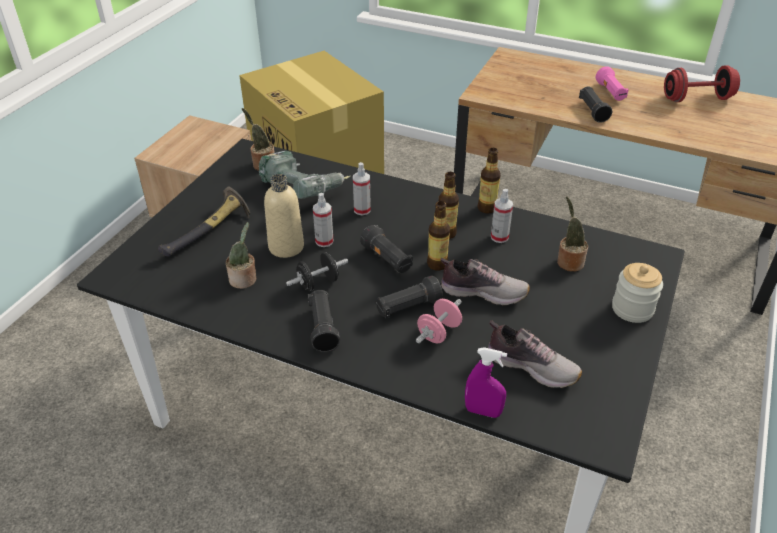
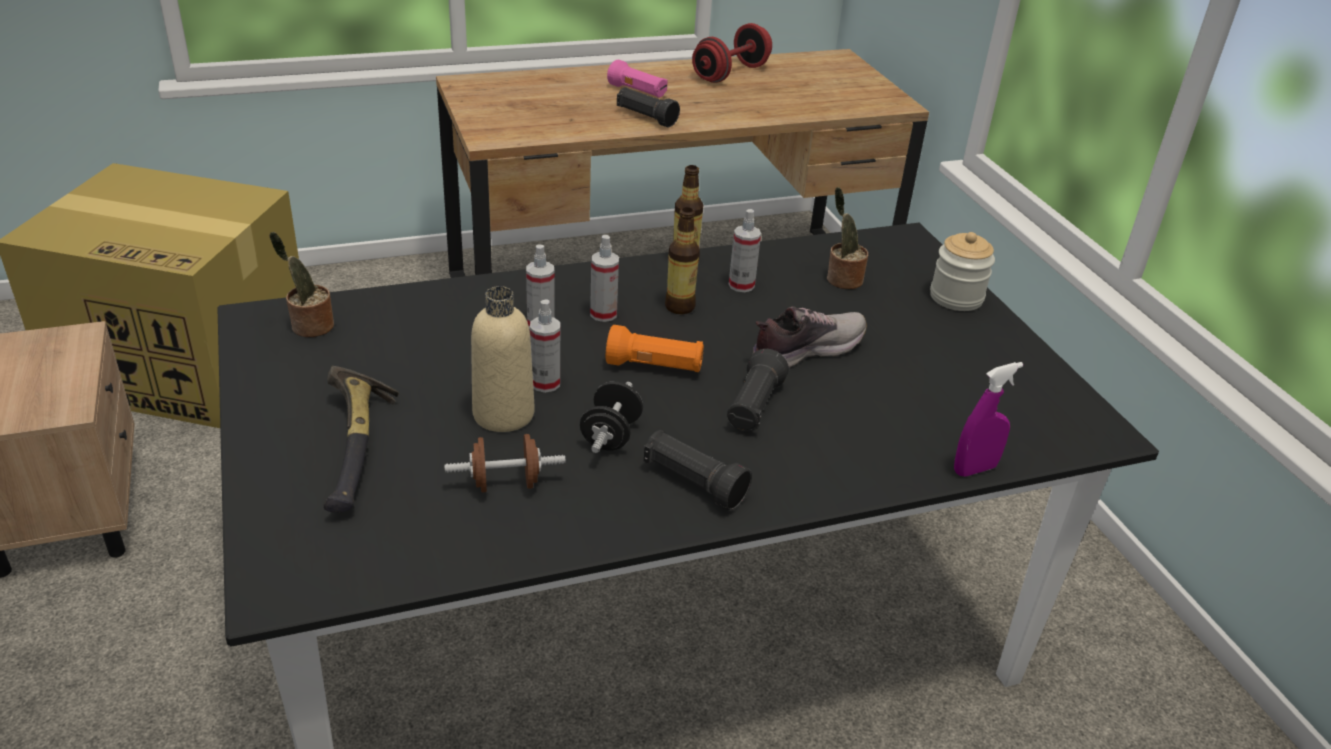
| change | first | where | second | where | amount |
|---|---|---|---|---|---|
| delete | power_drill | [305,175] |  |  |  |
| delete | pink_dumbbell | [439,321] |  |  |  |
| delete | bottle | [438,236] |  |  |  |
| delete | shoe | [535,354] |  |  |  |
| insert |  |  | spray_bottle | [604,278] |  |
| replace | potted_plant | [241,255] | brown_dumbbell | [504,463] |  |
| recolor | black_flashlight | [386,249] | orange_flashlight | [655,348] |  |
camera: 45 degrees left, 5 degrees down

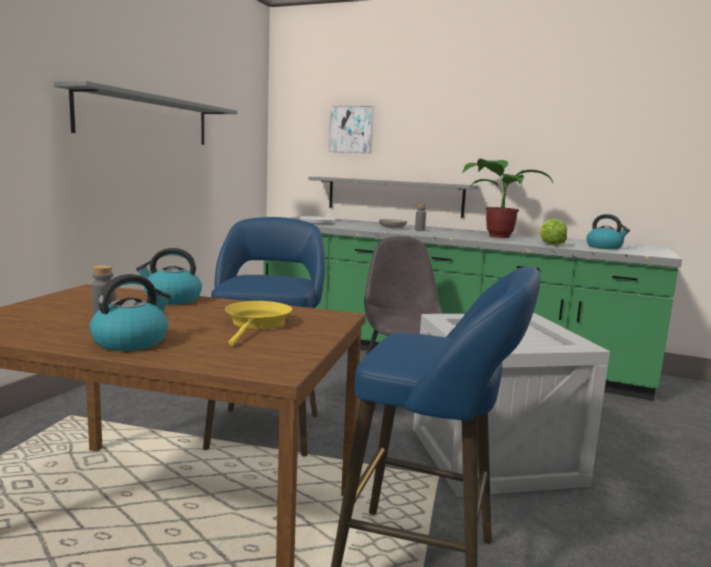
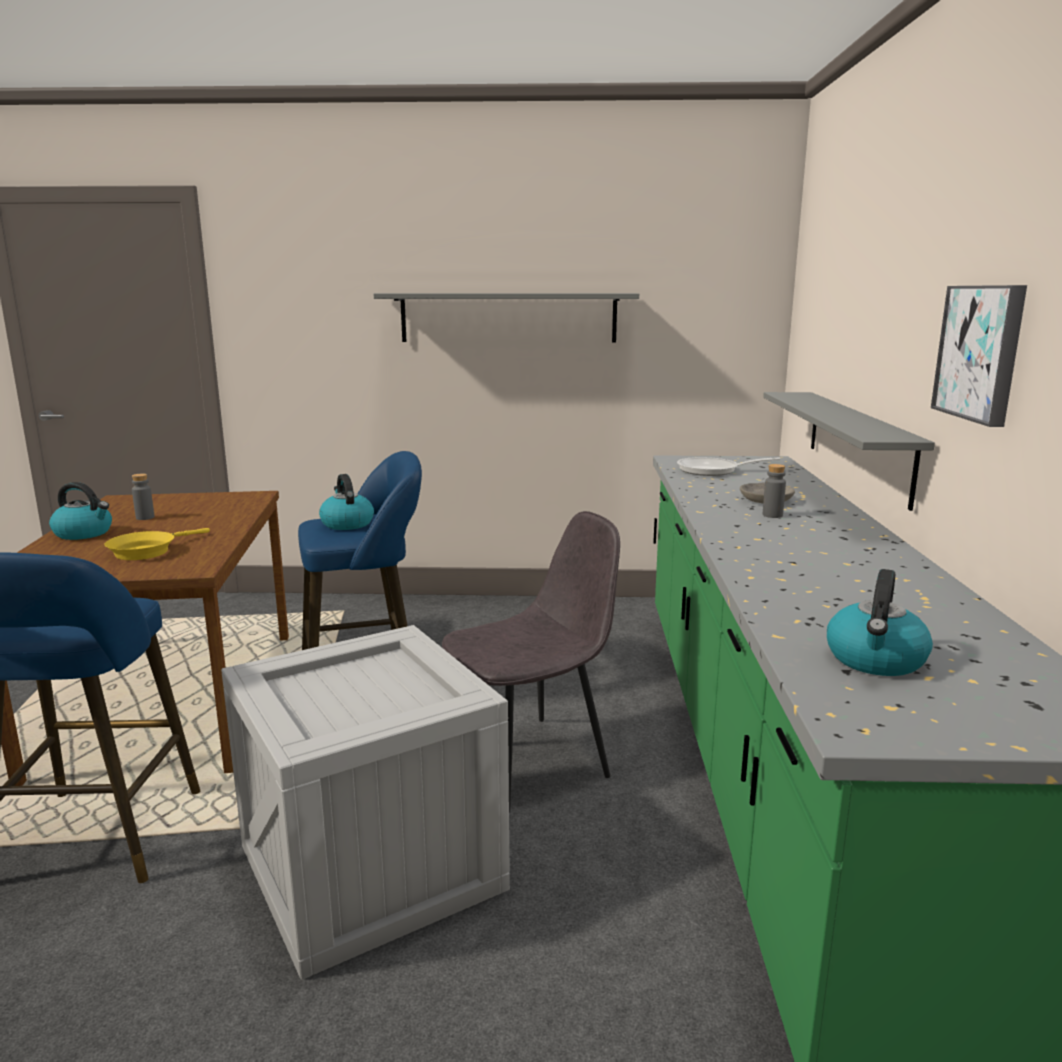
| change | first | where | second | where | amount |
|---|---|---|---|---|---|
| delete | potted_plant | [507,198] |  |  |  |
| delete | lettuce | [553,232] |  |  |  |
| move | kettle | [169,276] |  | [346,502] |  |
| move | picture | [351,129] |  | [979,356] |  |
| rotate | yellow_frying_pan | [258,323] |  | [157,544] | 135 degrees clockwise |
camera: 70 degrees right, 5 degrees up

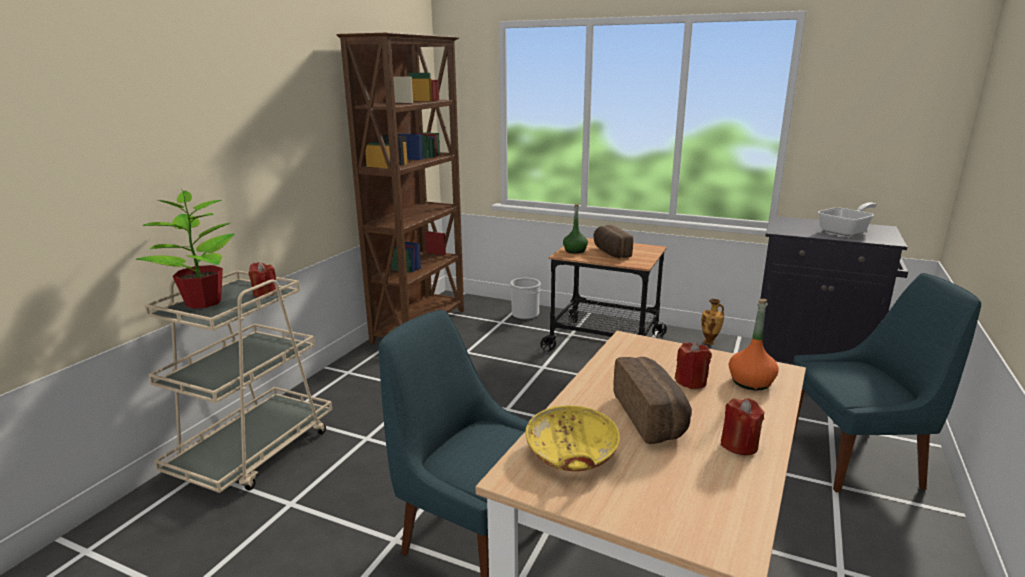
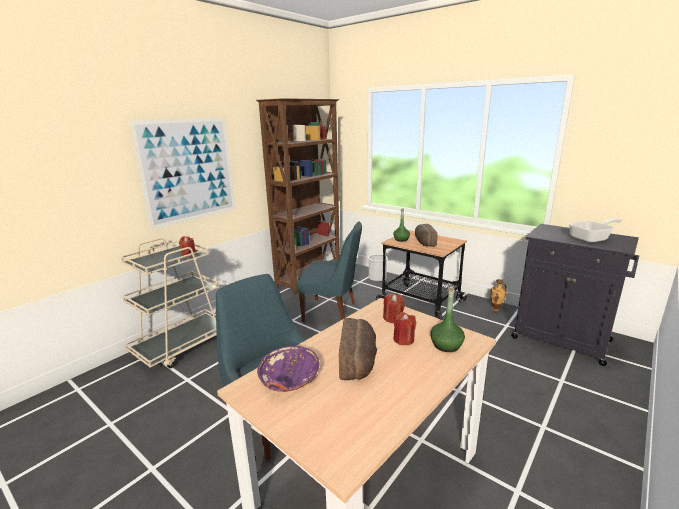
| change | first | where | second | where | amount |
|---|---|---|---|---|---|
| delete | potted_plant | [185,249] |  |  |  |
| insert |  |  | picture | [182,173] |  |
| move | red_candle | [743,426] |  | [394,308] |  |
| move | blue_chair | [887,382] |  | [329,271] |  |
| recolor | yellow_bowl | [572,438] | purple_bowl | [288,369] |  |
| recolor | orange_bottle | [754,344] | green_bottle | [447,320] |  |
camera: 15 degrees right, 0 degrees up

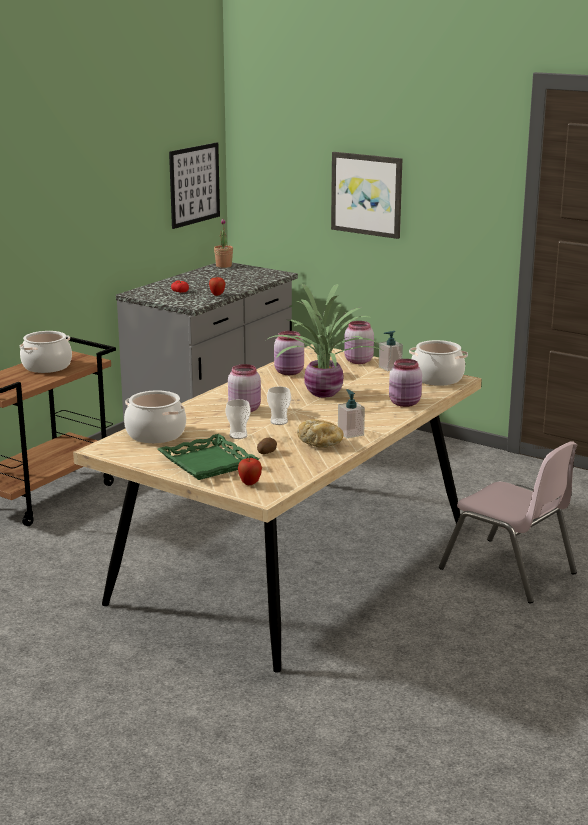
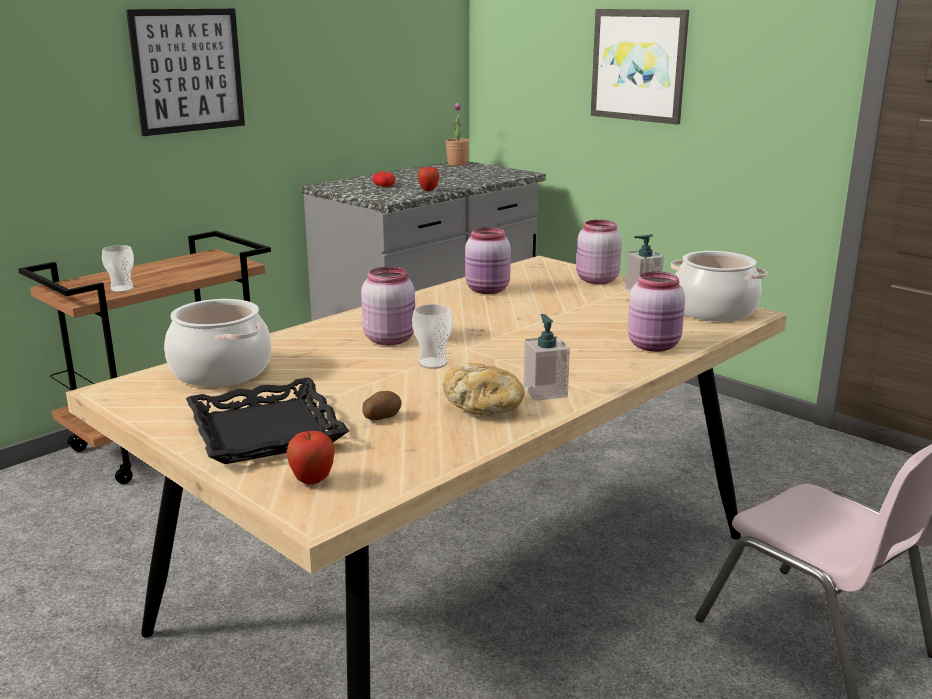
| change | first | where | second | where | amount |
|---|---|---|---|---|---|
| delete | cooking_pot | [46,352] |  |  |  |
| delete | potted_plant | [326,340] |  |  |  |
| move | picture | [194,186] |  | [185,72] |  |
| move | cup | [238,419] |  | [118,268] |  |
| recolor | green_tray | [208,457] | black_tray | [267,420] |  |
camera: 10 degrees right, 0 degrees up

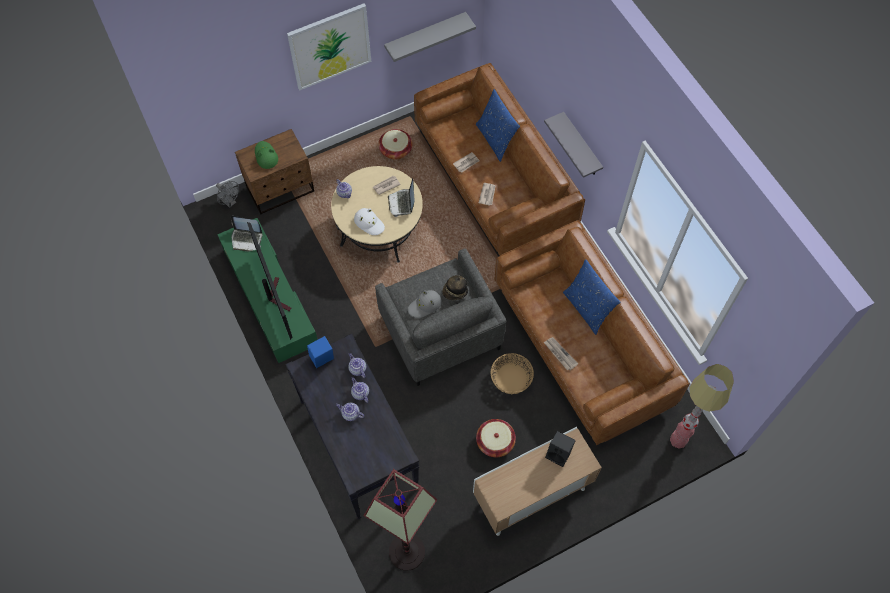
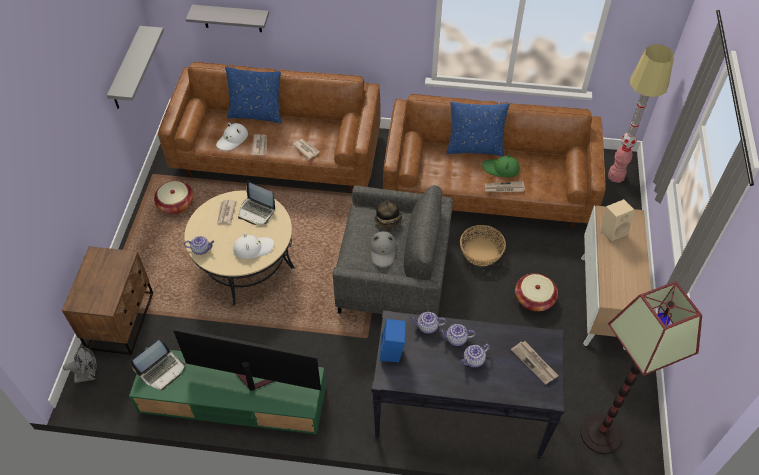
| change | first | where | second | where | amount |
|---|---|---|---|---|---|
| delete | picture | [329,46] |  |  |  |
| insert |  |  | white_hat | [232,137] |  |
| insert |  |  | newspaper | [535,363] |  |
| move | green_hat | [266,155] |  | [501,165] |  |
| move | grey_shelf | [573,145] |  | [227,18] |  |
| recolor | black_speaker | [560,449] | beige_speaker | [617,221] |  |
camera: 55 degrees left, 10 degrees down

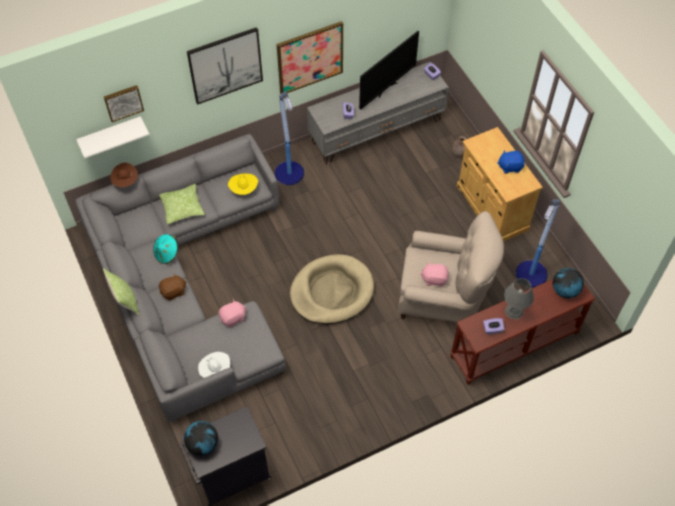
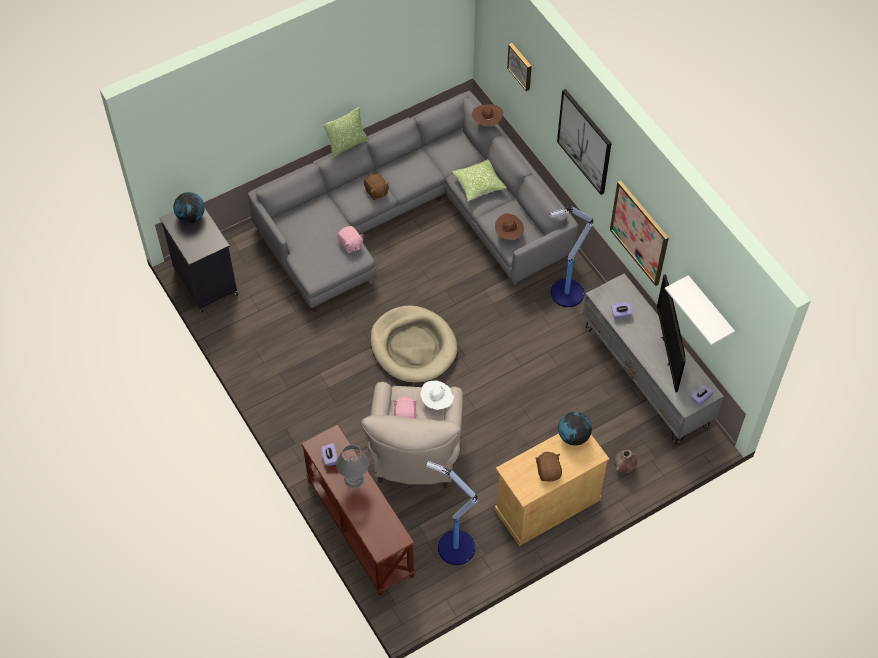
| change | first | where | second | where | amount |
|---|---|---|---|---|---|
| delete | turquoise_hat | [165,249] |  |  |  |
| move | white_shelf | [113,137] |  | [700,310] |  |
| move | white_hat | [214,365] |  | [437,395] |  |
| move | globe | [568,283] |  | [575,429] |  |
| recolor | yellow_hat | [243,184] | brown_hat | [509,227] |  |
| recolor | blue_plush_toy | [511,162] | brown_plush_toy | [548,467] |  |
| rotate | television | [389,70] |  | [671,333] | 45 degrees clockwise |
camera: 85 degrees right, 0 degrees up

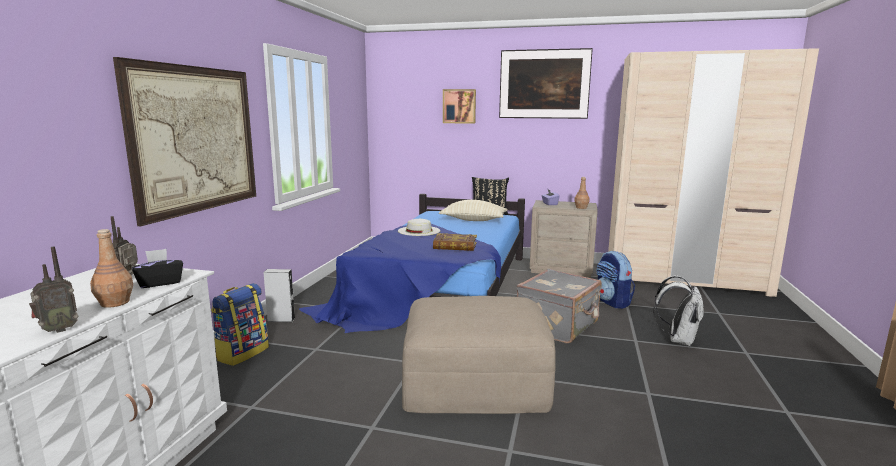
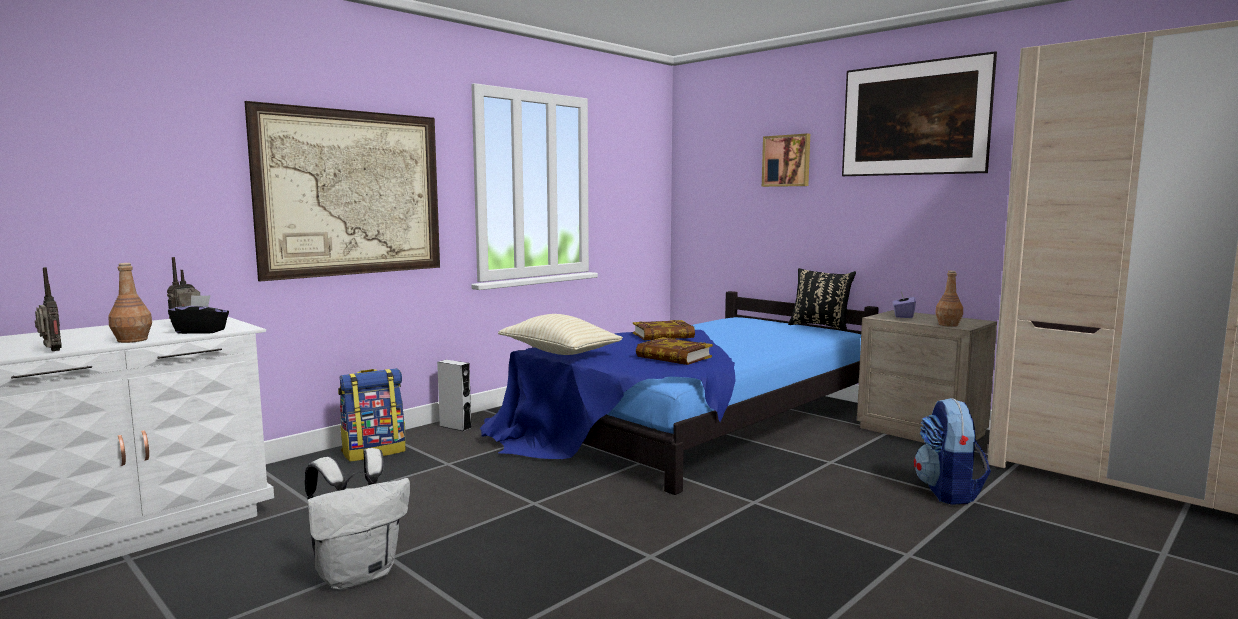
| change | first | where | second | where | amount |
|---|---|---|---|---|---|
| delete | beige_ottoman | [479,355] |  |  |  |
| delete | grey_suitcase | [559,306] |  |  |  |
| move | beige_pillow | [473,210] |  | [560,334] |  |
| move | white_backpack | [678,311] |  | [357,519] |  |
| replace | white_hat | [419,227] | book | [664,330] |  |
| rotate | radio | [54,290] |  | [48,309] | 120 degrees counterclockwise |
camera: 30 degrees right, 5 degrees down

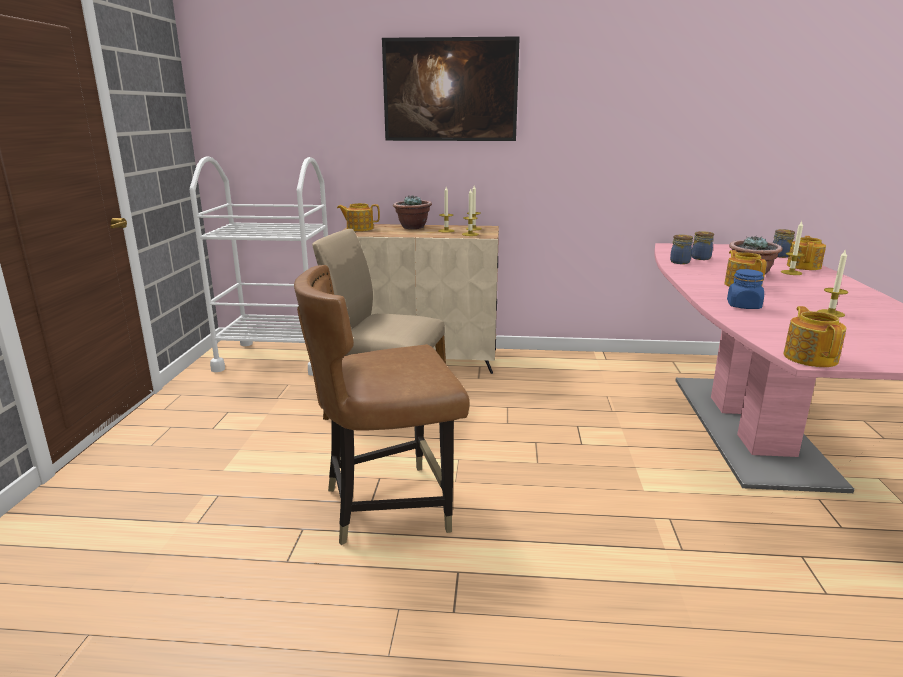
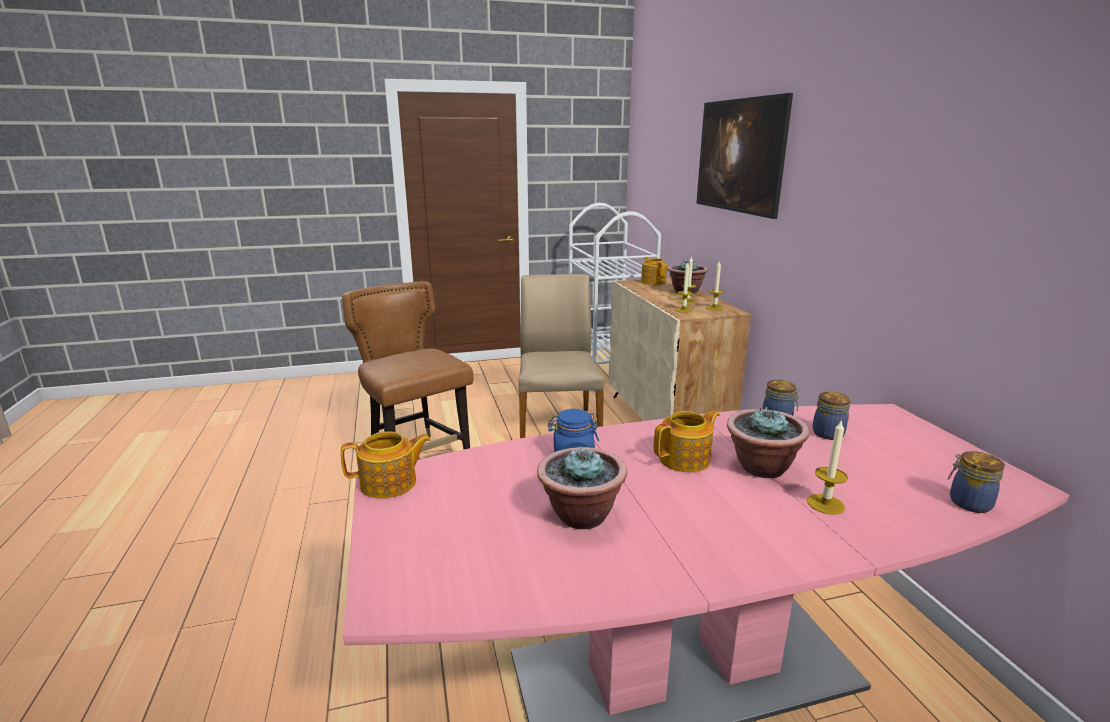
| change | first | where | second | where | amount |
|---|---|---|---|---|---|
| delete | teapot | [806,253] |  |  |  |
| replace | candle | [832,283] | potted_plant | [582,487] |  |
camera: 70 degrees right, 0 degrees up

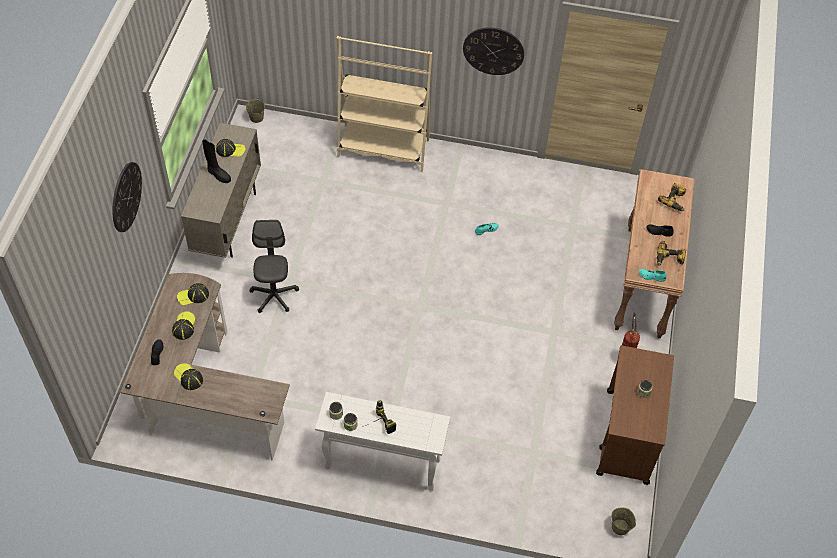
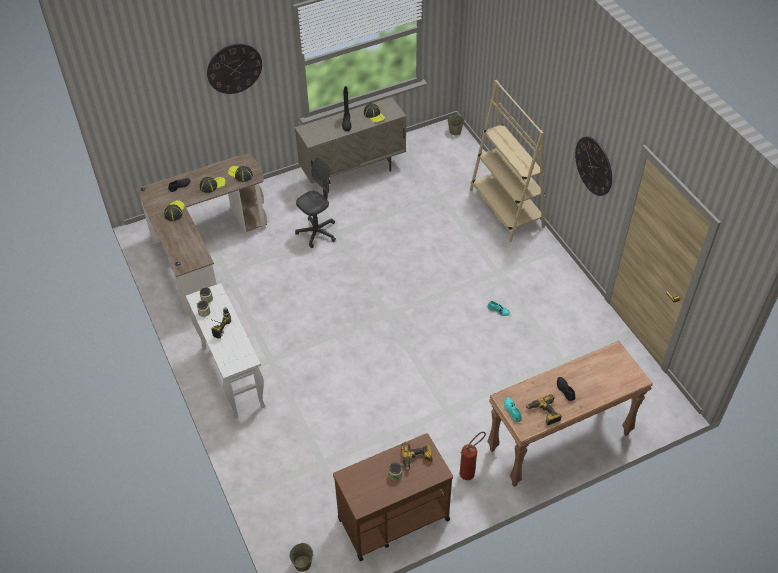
| change | first | where | second | where | amount |
|---|---|---|---|---|---|
| move | power_drill | [672,197] |  | [416,456] |  |
camera: 55 degrees right, 5 degrees down

